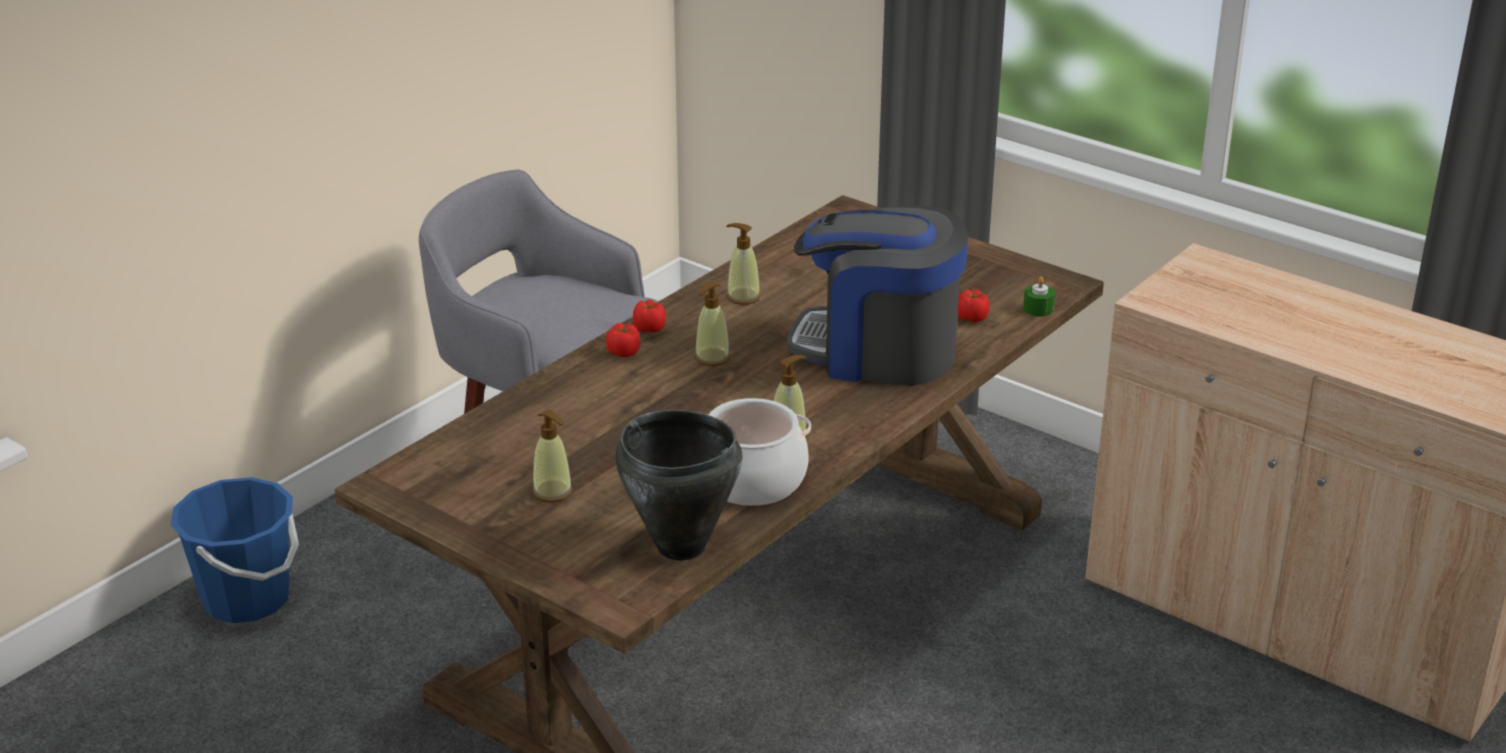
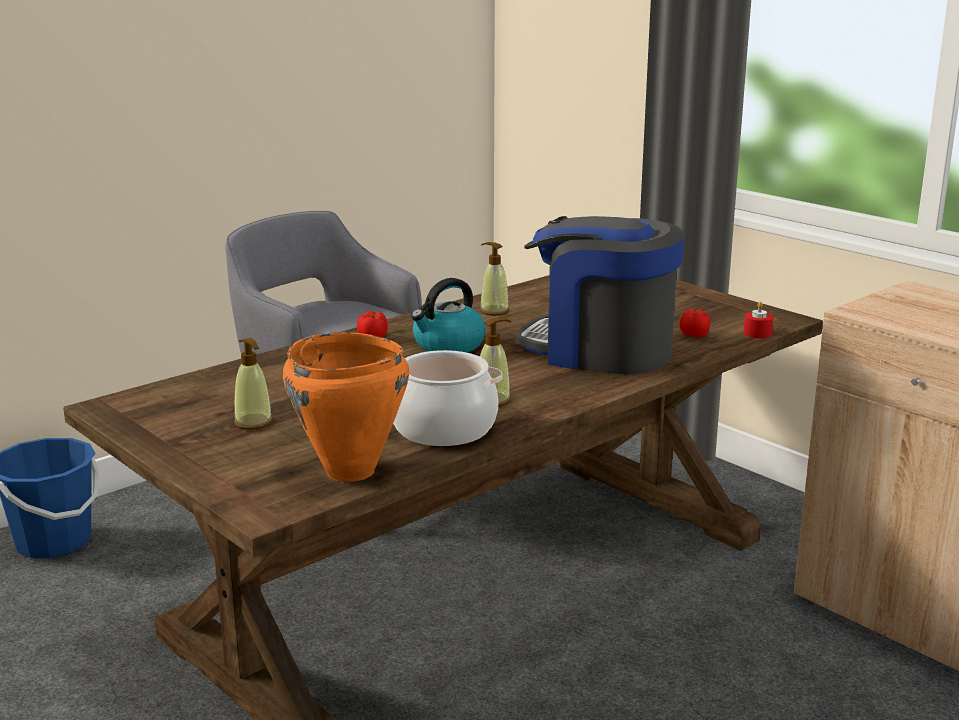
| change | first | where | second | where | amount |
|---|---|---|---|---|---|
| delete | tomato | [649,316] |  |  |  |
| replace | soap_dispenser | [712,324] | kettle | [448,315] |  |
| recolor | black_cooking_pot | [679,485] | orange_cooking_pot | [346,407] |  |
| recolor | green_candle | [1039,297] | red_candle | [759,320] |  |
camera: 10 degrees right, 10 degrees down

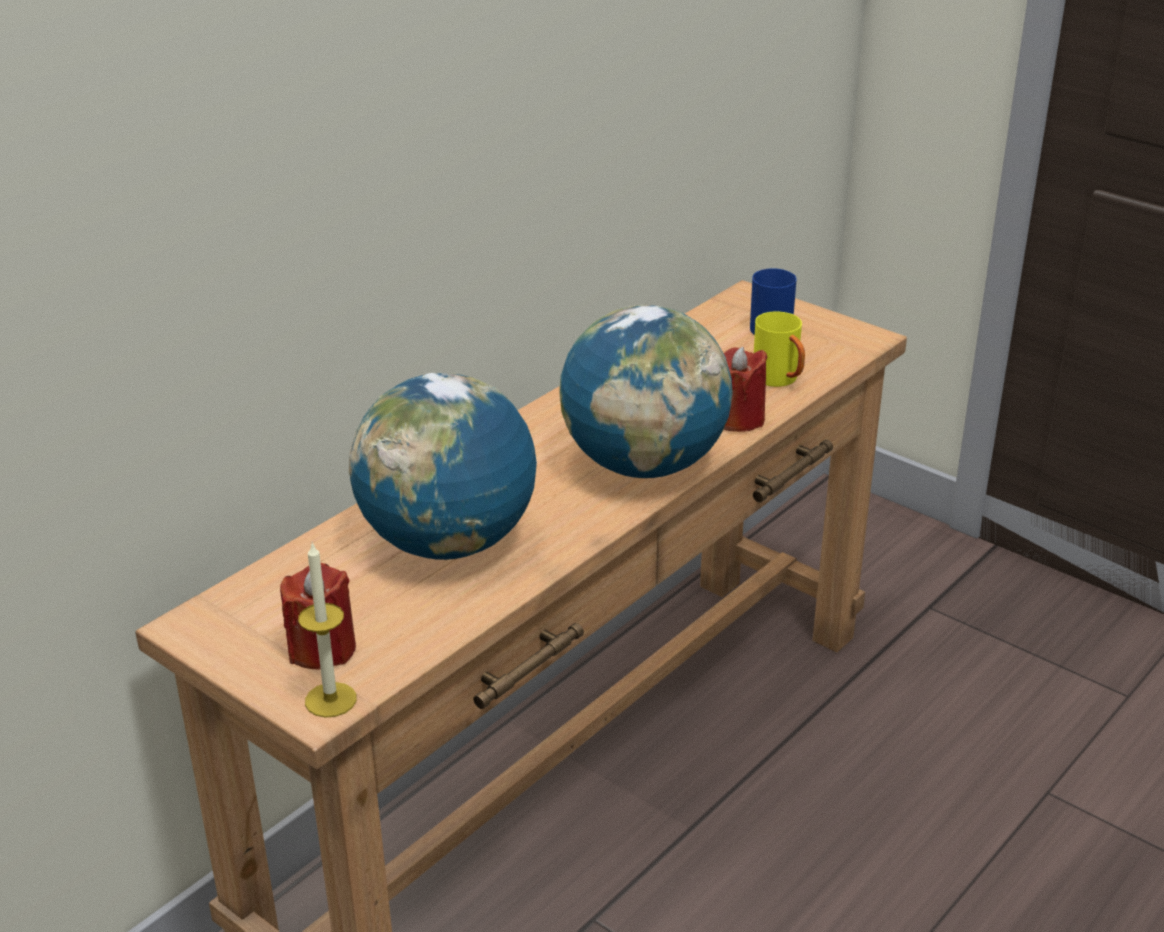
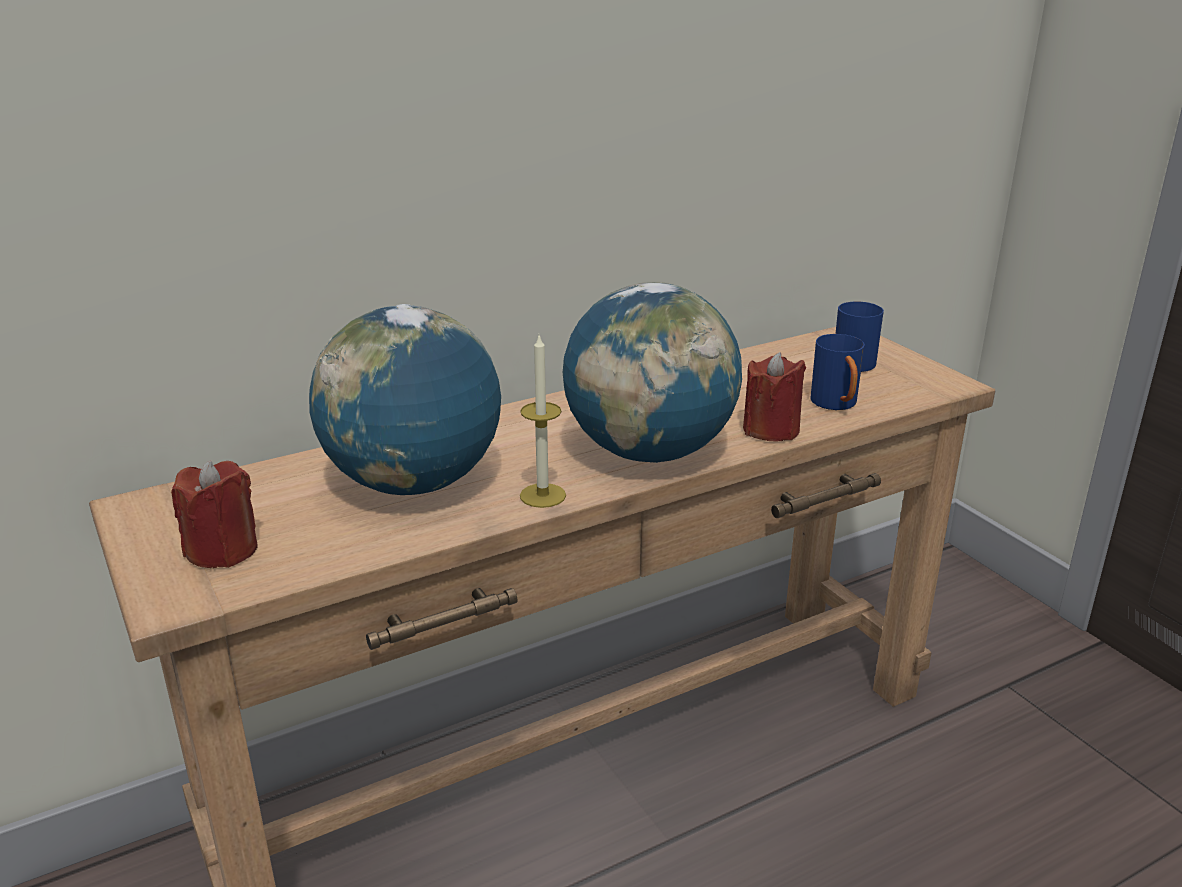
| change | first | where | second | where | amount |
|---|---|---|---|---|---|
| move | candle | [327,630] |  | [543,422] |  |
| recolor | yellow_mug | [779,349] | blue_mug | [837,372] |  |
camera: 20 degrees right, 5 degrees down

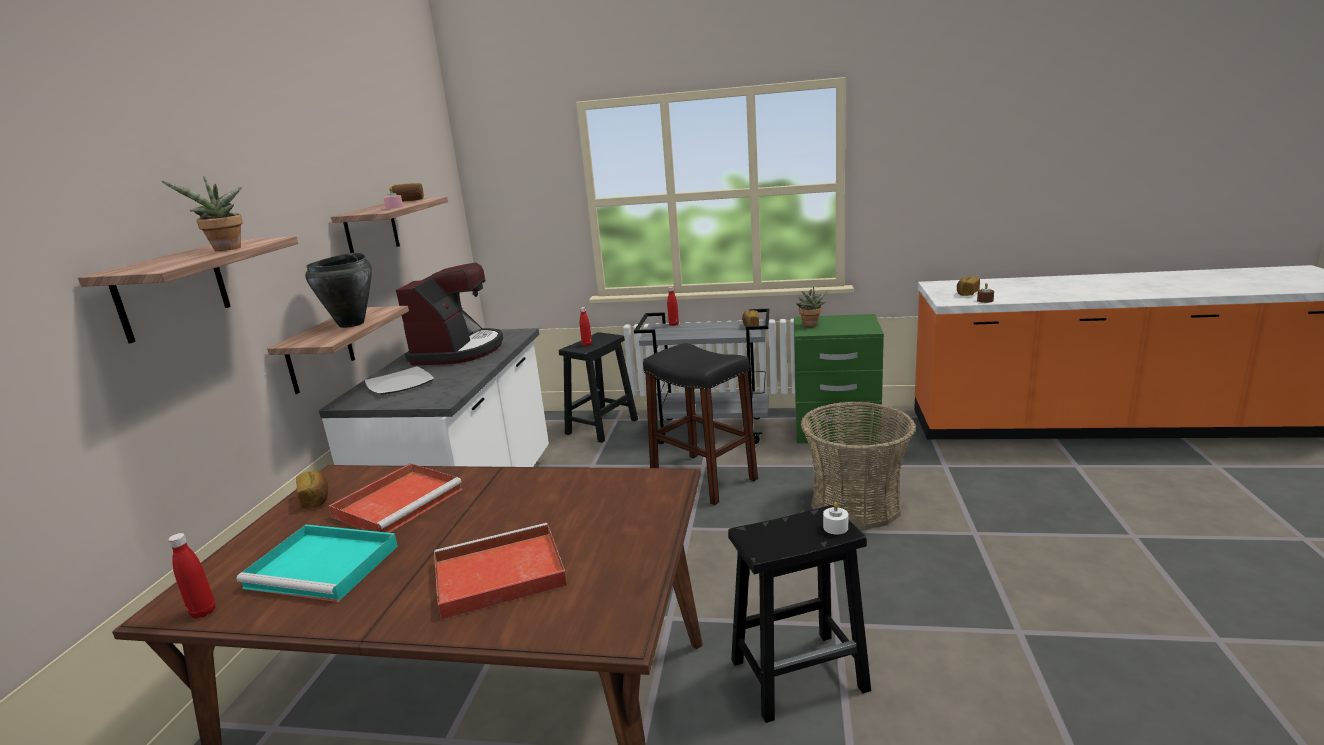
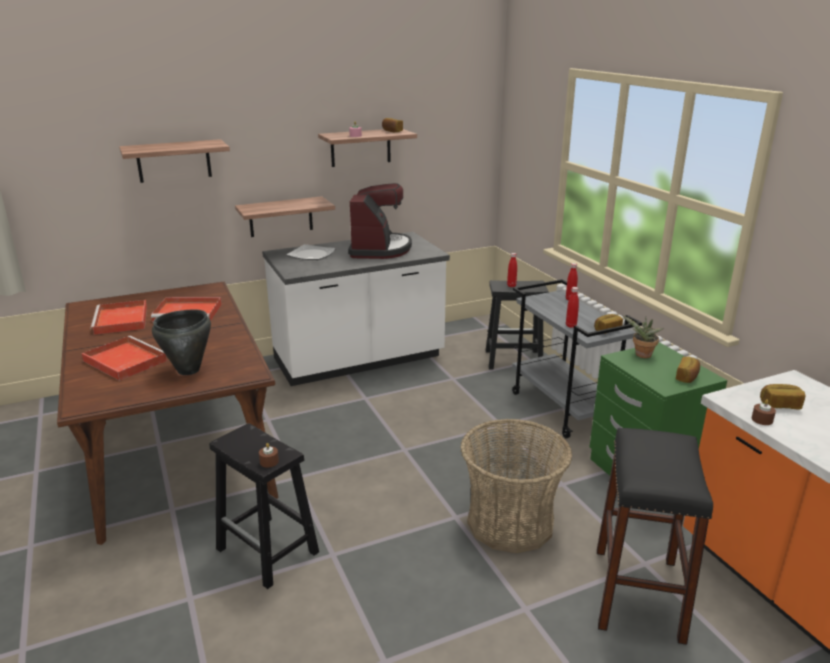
| change | first | where | second | where | amount |
|---|---|---|---|---|---|
| delete | potted_plant | [202,213] |  |  |  |
| move | red_bottle | [191,576] |  | [572,307] |  |
| move | bread | [312,489] |  | [688,370] |  |
| move | black_cooking_pot | [338,290] |  | [181,342] |  |
| move | black_stool | [700,424] |  | [655,536] |  |
| recolor | turquoise_tray | [317,563] | red_tray | [118,317] |  |
| recolor | white_candle | [835,518] | brown_candle | [269,455] |  |
| rotate | coffee_machine | [449,314] |  | [380,221] | 60 degrees counterclockwise |
camera: 55 degrees right, 5 degrees up

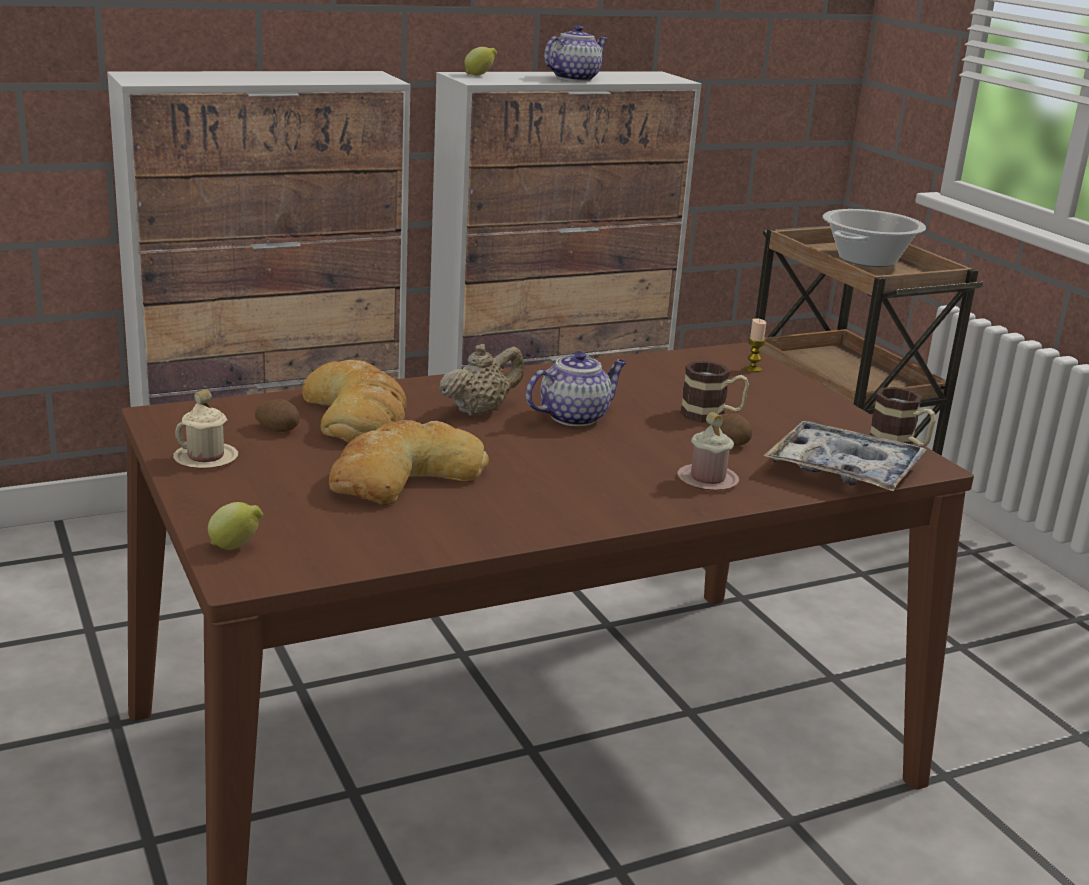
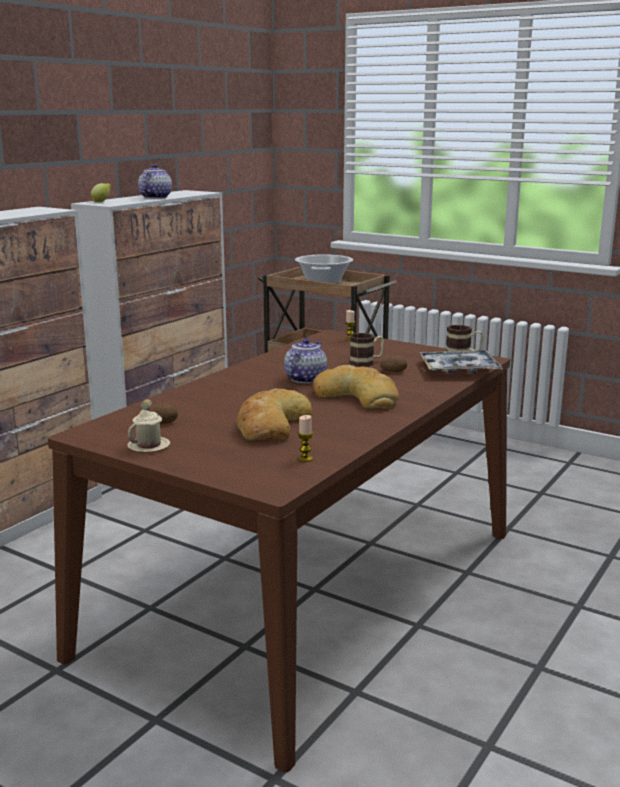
| change | first | where | second | where | amount |
|---|---|---|---|---|---|
| delete | lemon | [235,526] |  |  |  |
| delete | beige_teapot | [482,380] |  |  |  |
| delete | pink_mug | [708,451] |  |  |  |
| insert |  |  | candle | [305,438] |  |
| move | bread | [354,401] |  | [356,387] |  |
camera: 30 degrees left, 5 degrees down

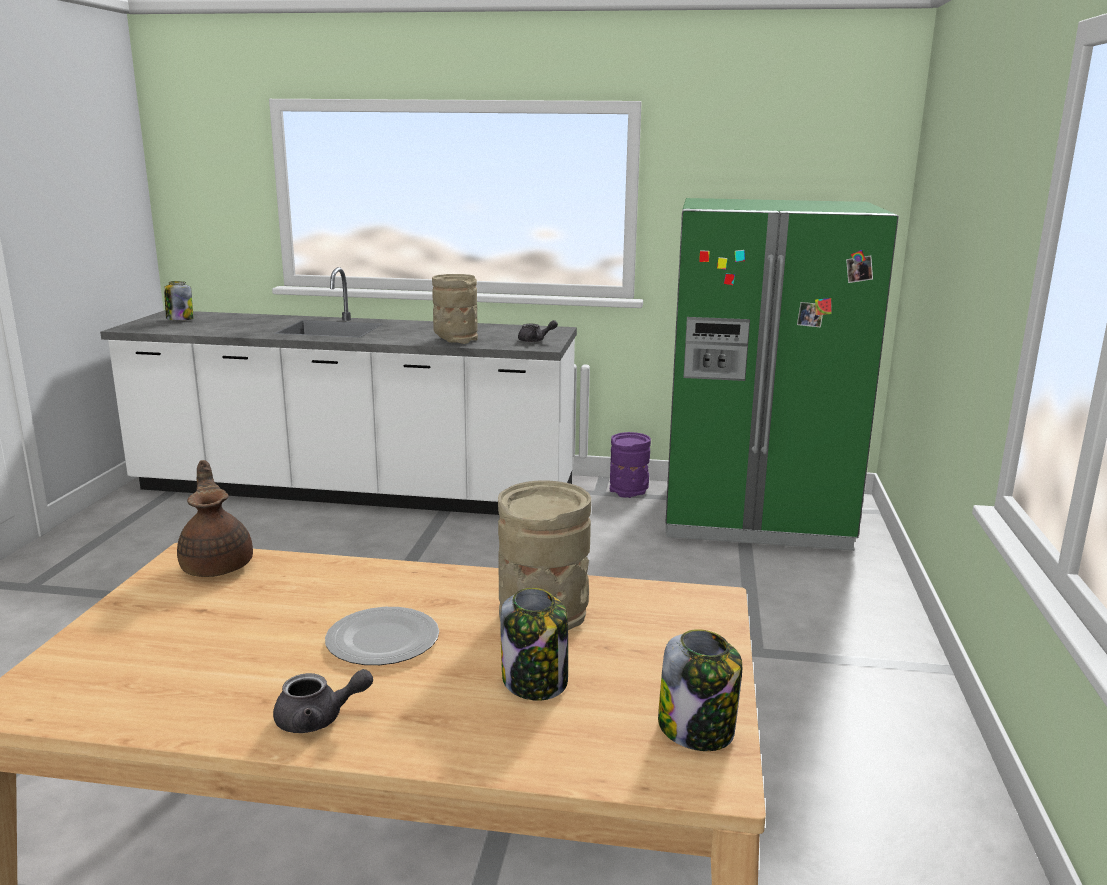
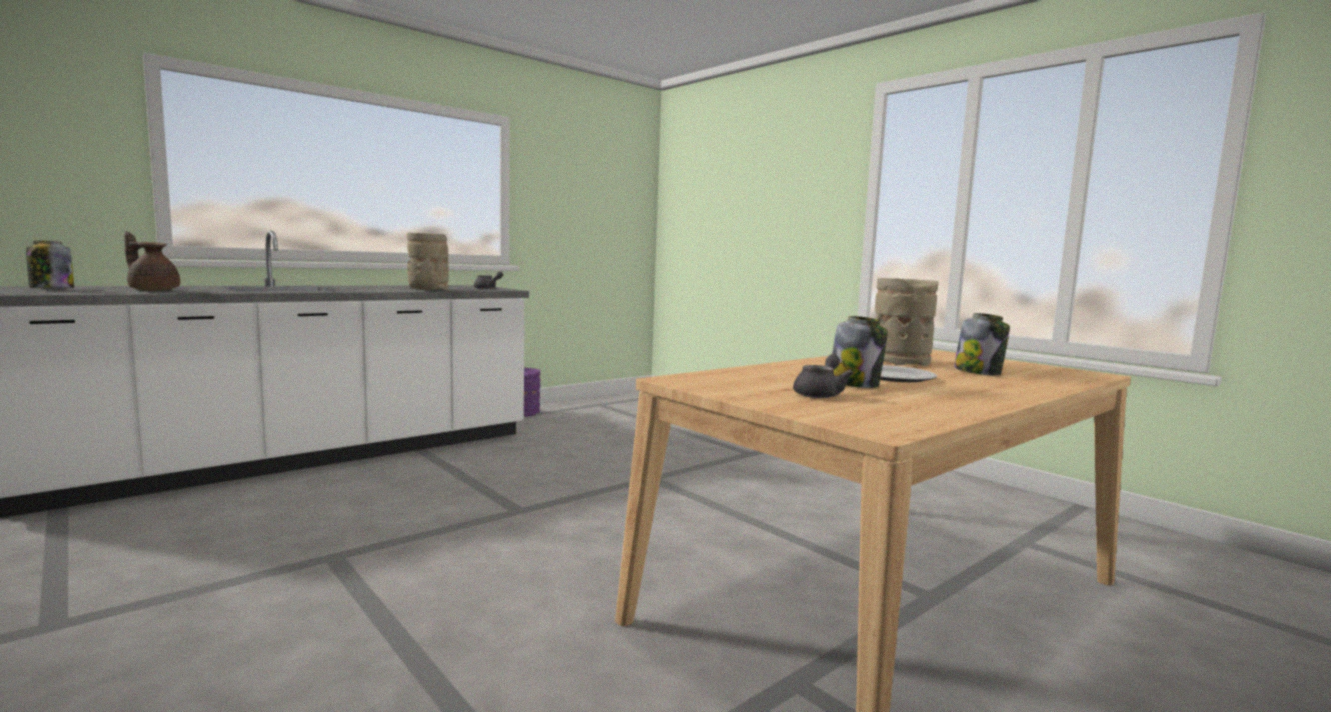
| change | first | where | second | where | amount |
|---|---|---|---|---|---|
| delete | green_fridge | [782,374] |  |  |  |
| move | brown_teapot | [215,518] |  | [152,261] |  |
| move | grey_teapot | [323,701] |  | [823,376] |  |
| move | jar | [700,690] |  | [860,352] |  |
camera: 50 degrees left, 10 degrees down

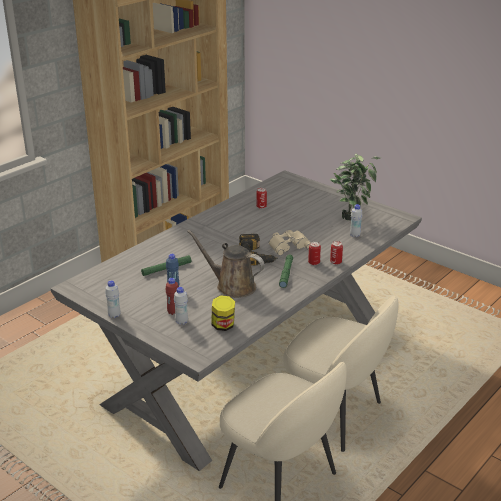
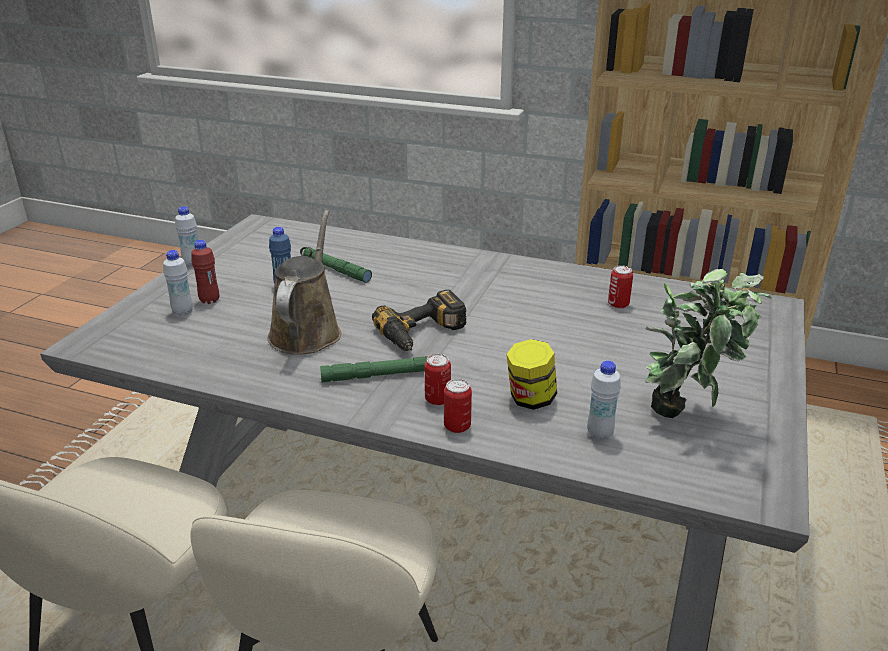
| change | first | where | second | where | amount |
|---|---|---|---|---|---|
| delete | beige_binoculars | [290,243] |  |  |  |
| move | jar | [223,313] |  | [531,374] |  |
camera: 70 degrees right, 0 degrees up

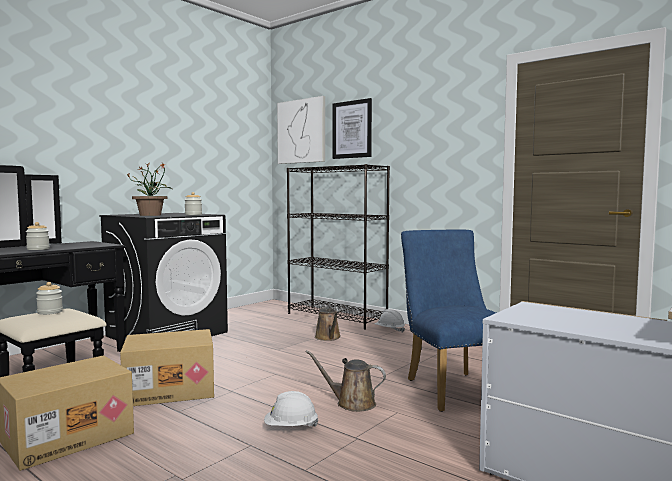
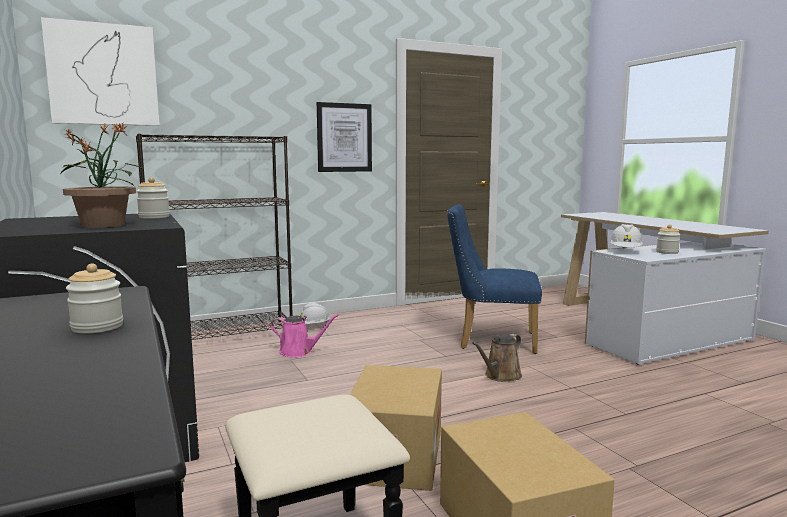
| change | first | where | second | where | amount |
|---|---|---|---|---|---|
| move | jar | [49,298] |  | [668,239] |  |
| move | white_hard_hat | [291,409] |  | [626,236] |  |
| move | picture | [352,128] |  | [344,137] |  |
| recolor | brown_watering_can | [328,324] | pink_watering_can | [304,335] |  |
camera: 65 degrees left, 5 degrees up

